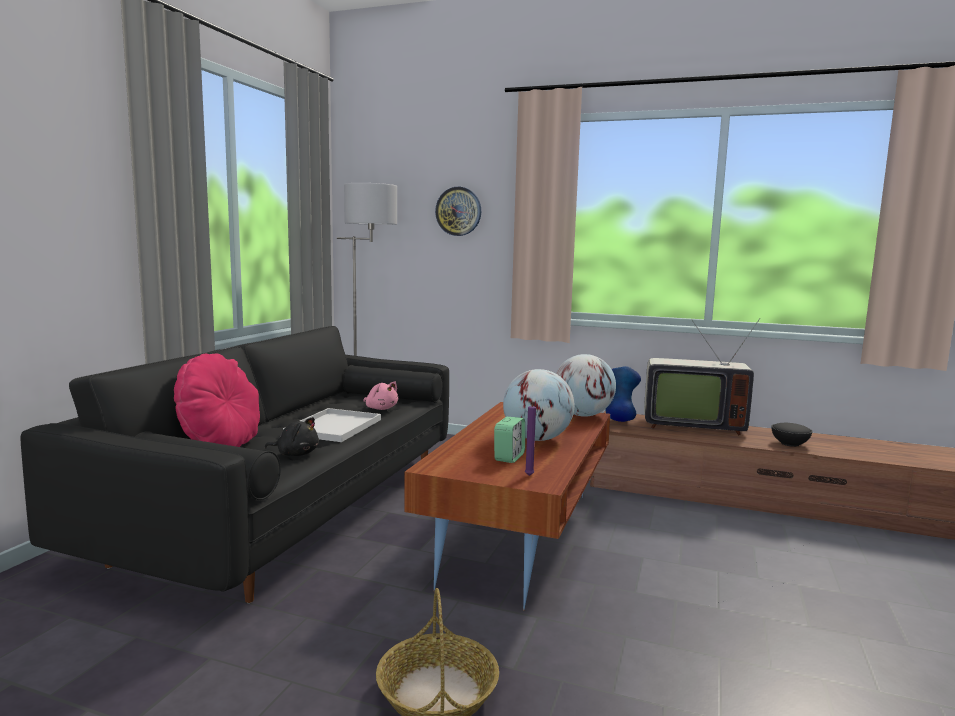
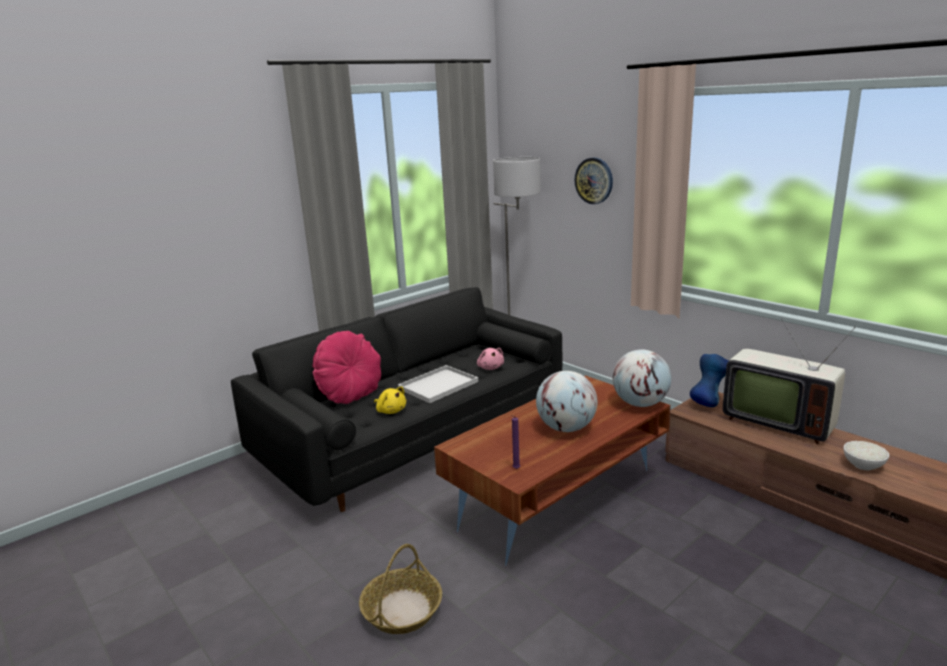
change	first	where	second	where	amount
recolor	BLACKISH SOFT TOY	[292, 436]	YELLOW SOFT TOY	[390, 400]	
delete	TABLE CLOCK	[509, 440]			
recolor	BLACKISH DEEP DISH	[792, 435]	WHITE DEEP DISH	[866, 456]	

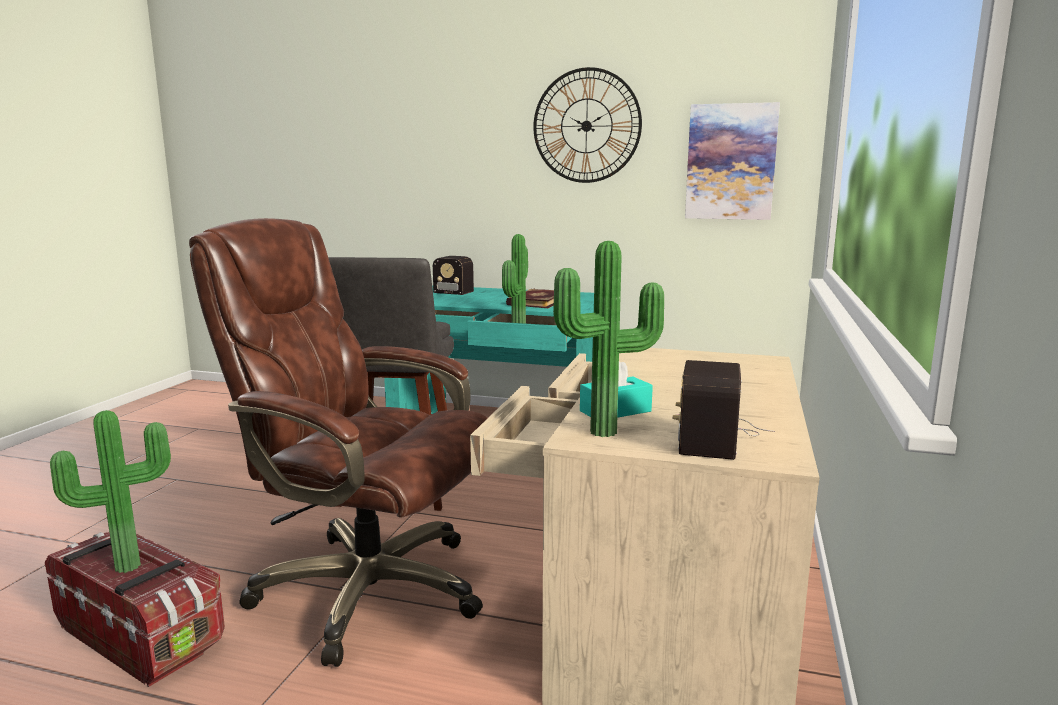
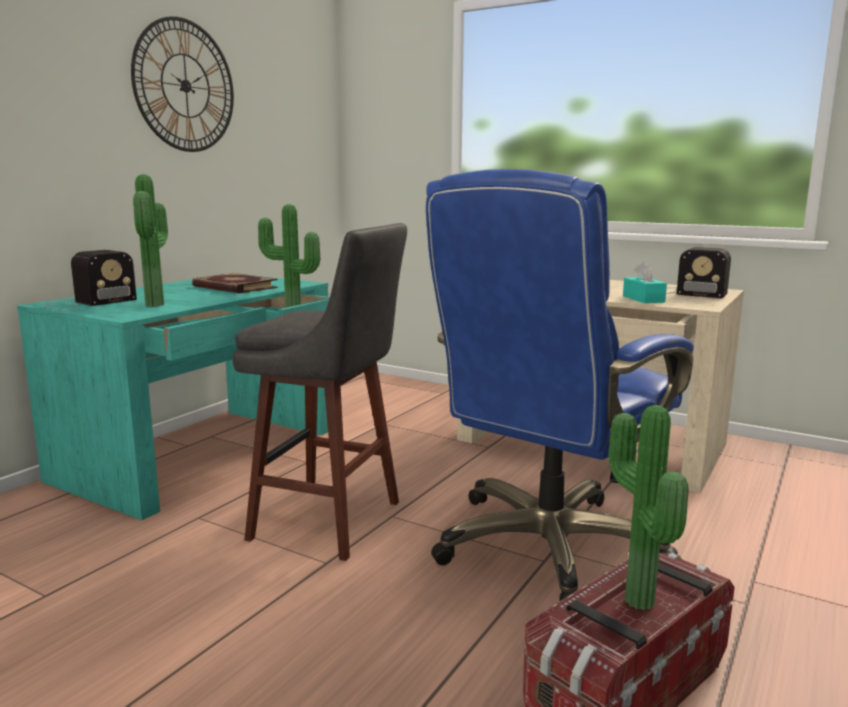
change	first	where	second	where	amount
recolor	BROWNISH COMPUTER CHAIR	[338, 442]	BLUISH COMPUTER CHAIR	[560, 385]	
move	POTTED PLANT	[608, 339]		[150, 240]	
delete	WALL ART	[732, 161]			

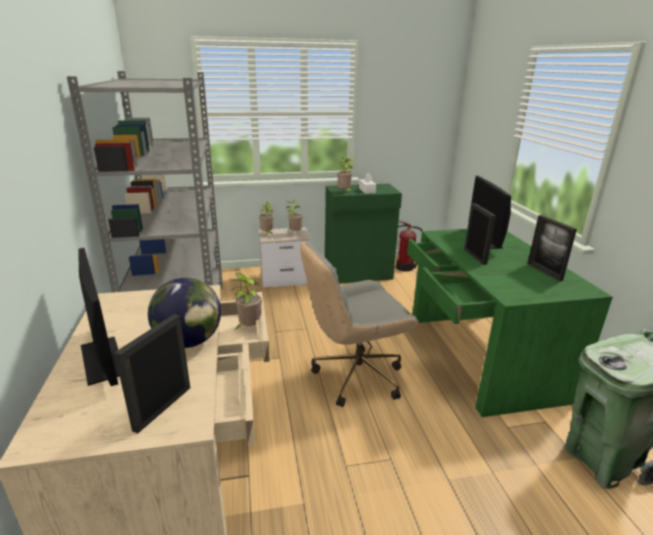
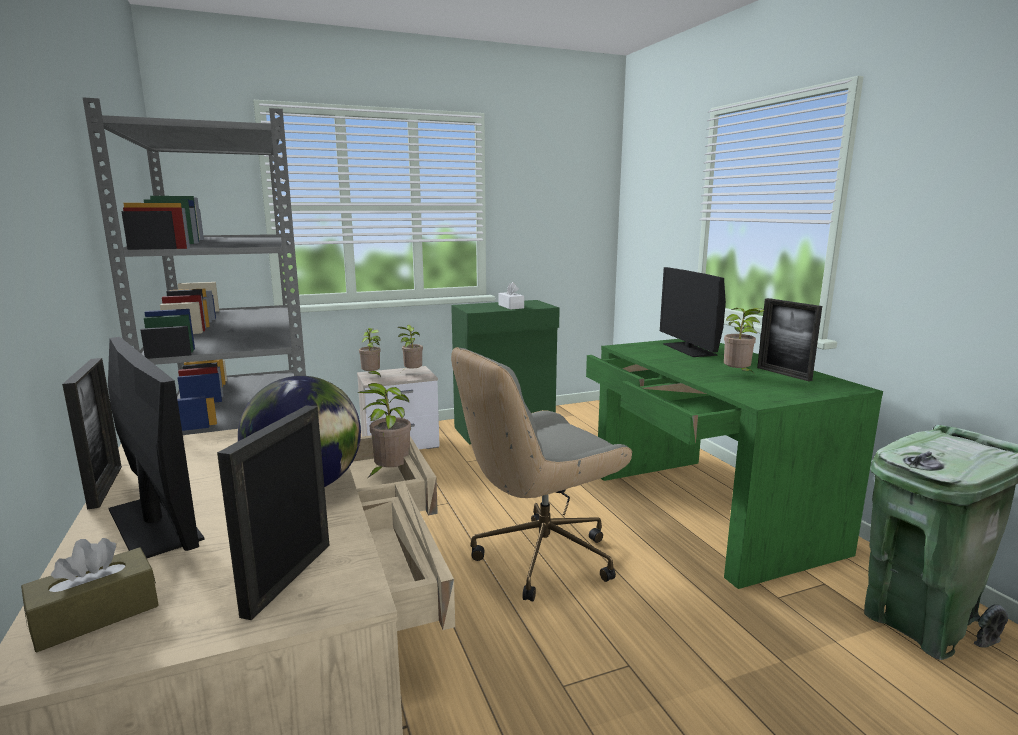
change	first	where	second	where	amount
move	POTTED PLANT	[346, 174]		[744, 340]	
delete	EXTINGUISHER	[409, 246]			
move	PHOTO FRAME	[480, 234]		[92, 434]	
insert			BROWNISH TISSUE BOX	[89, 595]	

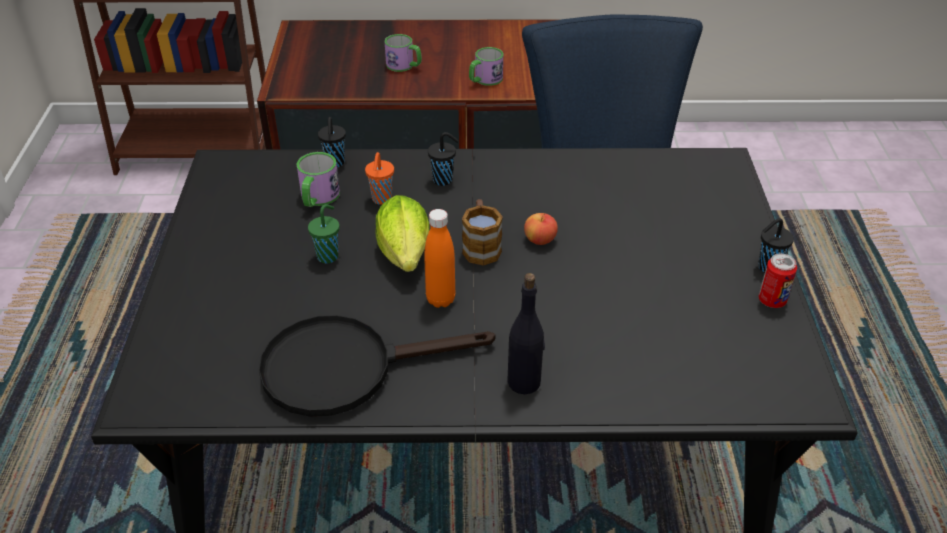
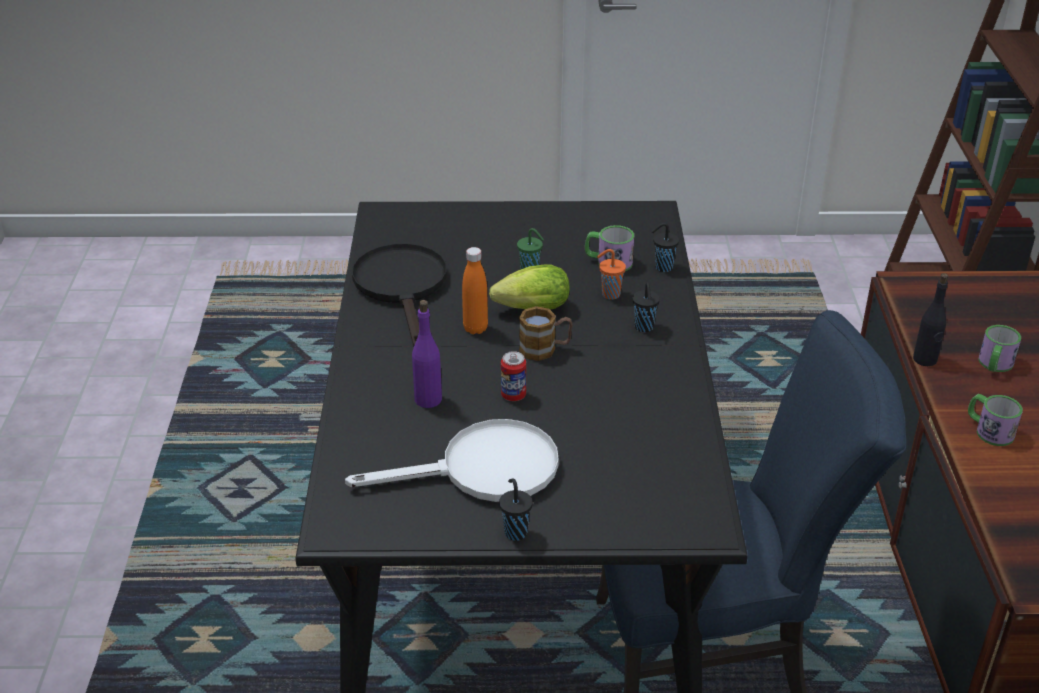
change	first	where	second	where	amount
move	BLACKISH BEVERAGE BOTTLE	[526, 333]		[930, 319]	
delete	APPLE FRUIT	[541, 229]			
move	CAN	[778, 281]		[513, 376]	
insert			WHITE PAN	[452, 460]	
insert			PURPLE BEVERAGE BOTTLE	[427, 354]	

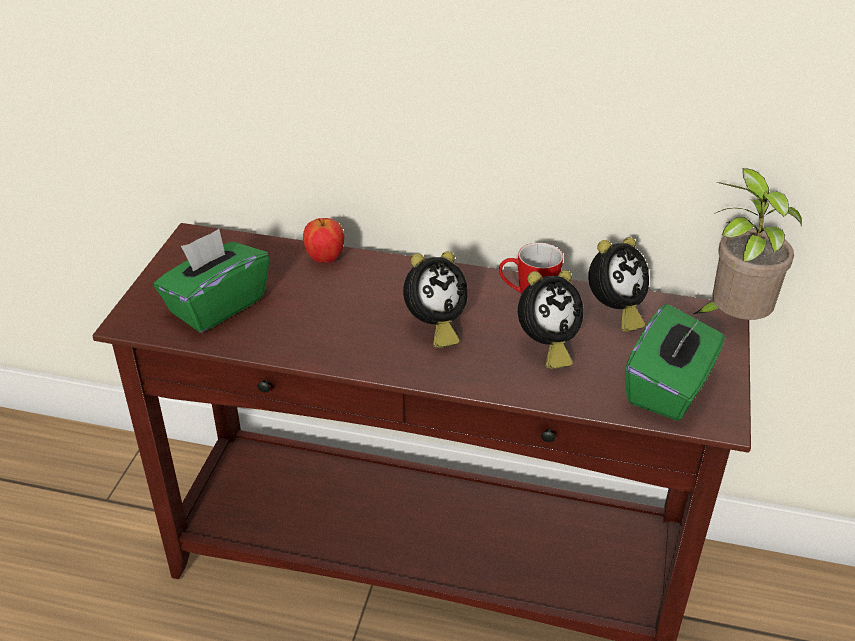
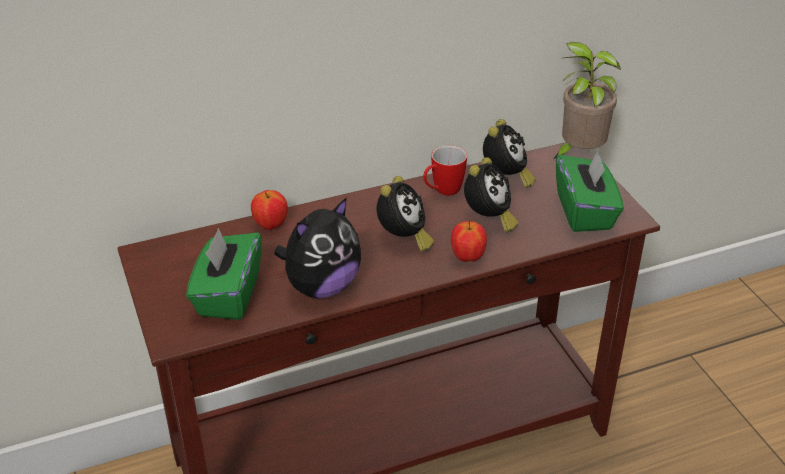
change	first	where	second	where	amount
insert			SOFT TOY	[317, 247]	
insert			APPLE FRUIT	[469, 241]	

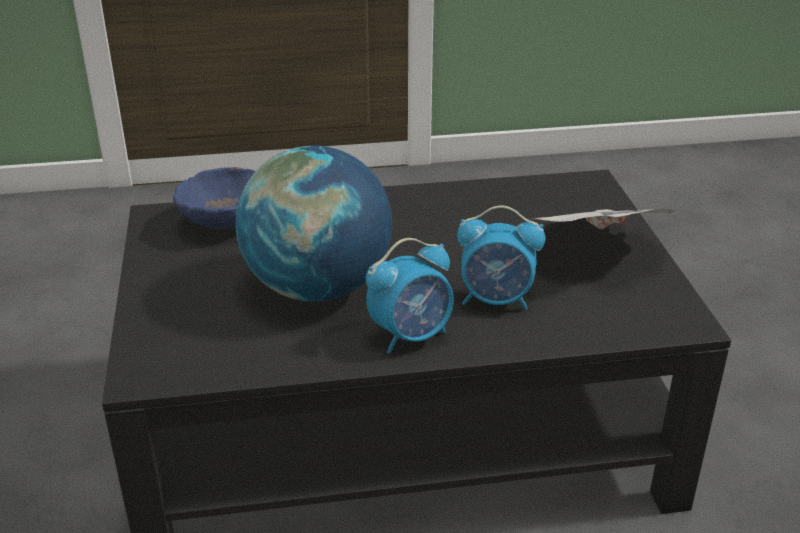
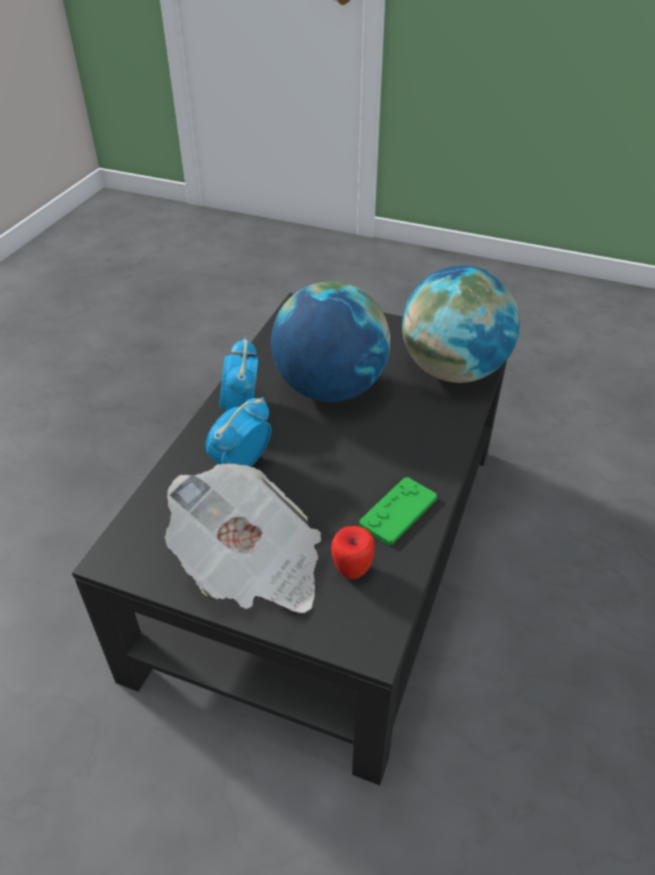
change	first	where	second	where	amount
replace	BLUISH DEEP DISH	[214, 198]	WORLD GLOBE	[461, 324]	
insert			APPLE FRUIT	[353, 552]	
insert			GREENISH JOYPAD	[398, 511]	

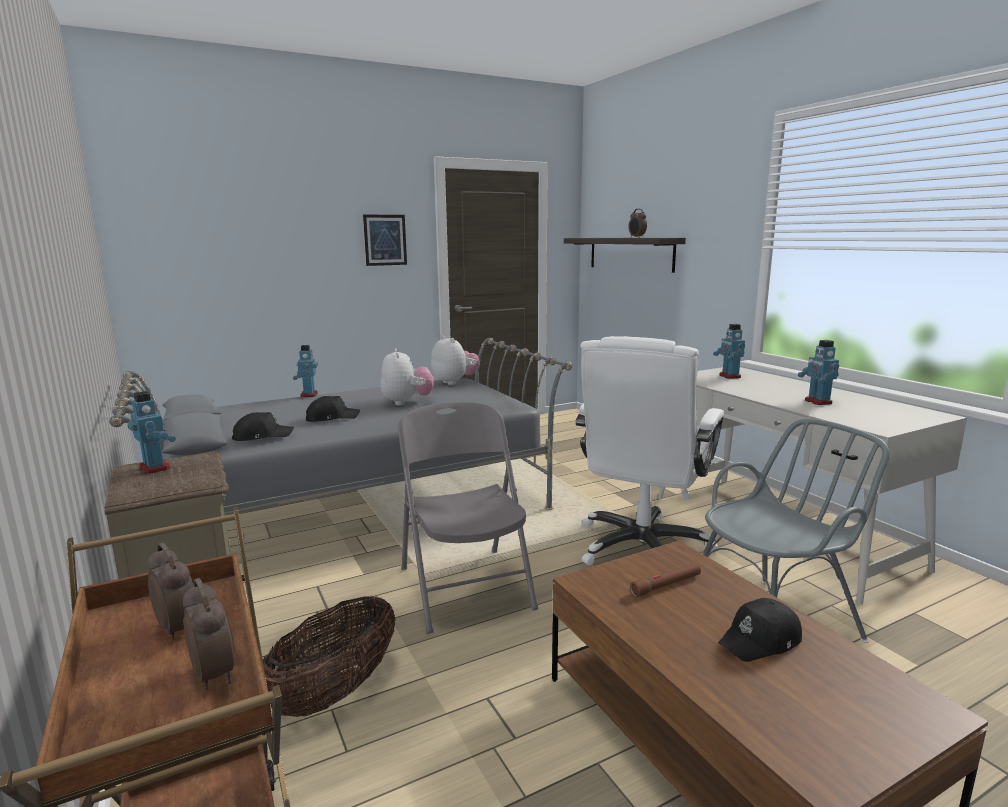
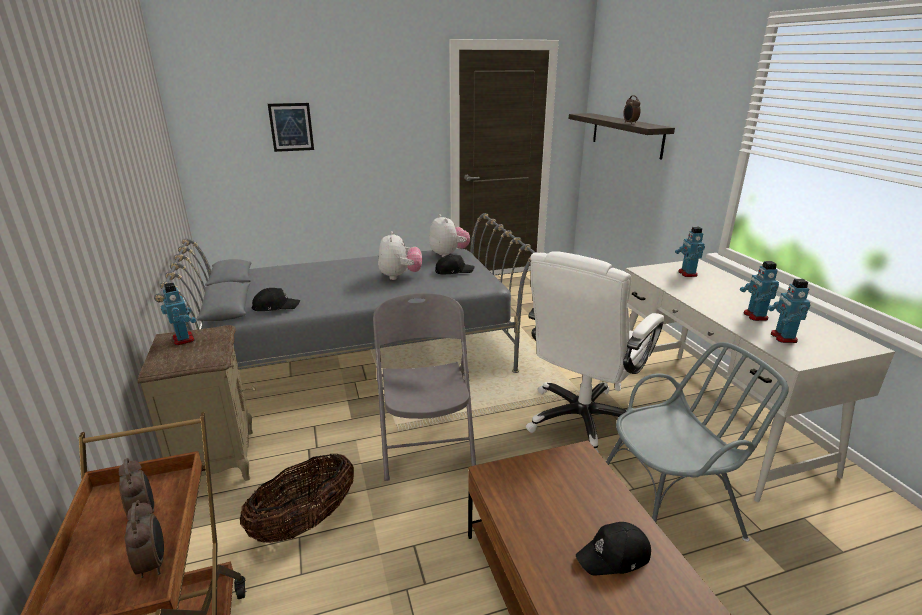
change	first	where	second	where	amount
move	ROBOT FIGURE	[305, 371]		[789, 311]	
move	BLACKISH BASEBALL CAP	[333, 409]		[455, 264]	
move	WALL ART	[385, 240]		[291, 127]	
delete	BROWNISH HAND TORCH	[665, 580]			

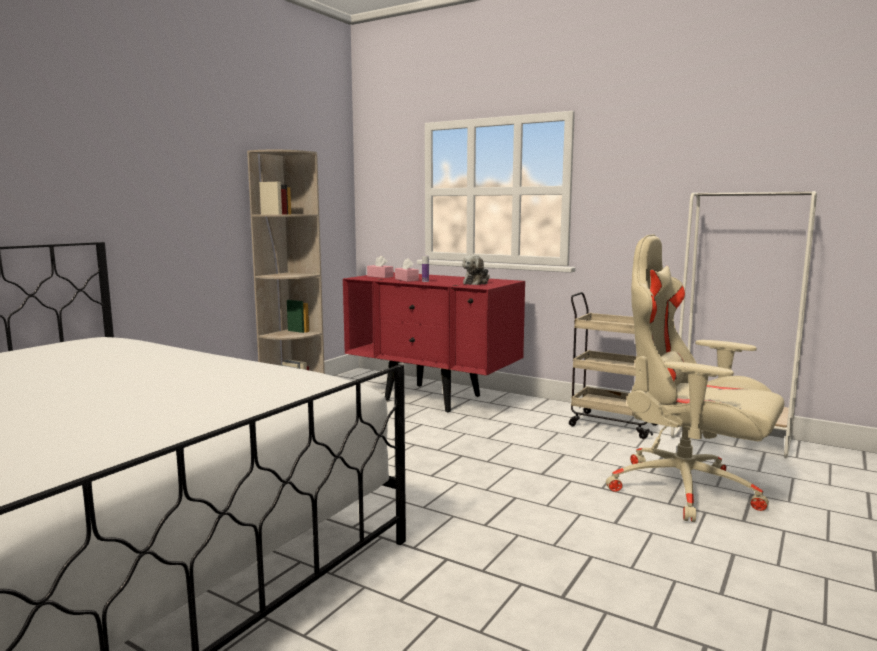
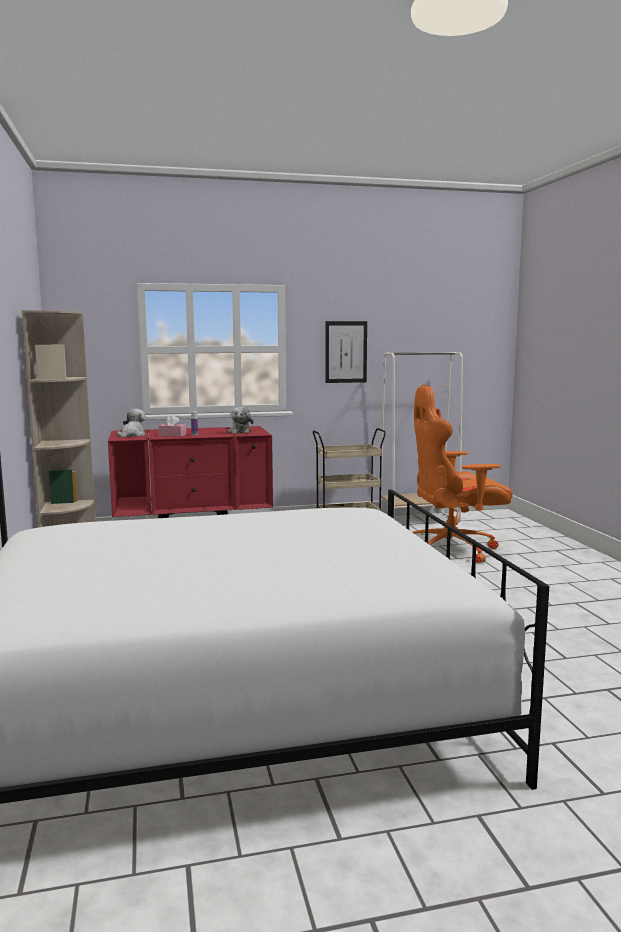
change	first	where	second	where	amount
replace	PINKISH TISSUE BOX	[380, 267]	SOFT TOY	[131, 423]	
recolor	SAND-COLOURED COMPUTER CHAIR	[695, 378]	ORANGEY COMPUTER CHAIR	[462, 474]	
insert			WALL ART	[346, 352]	

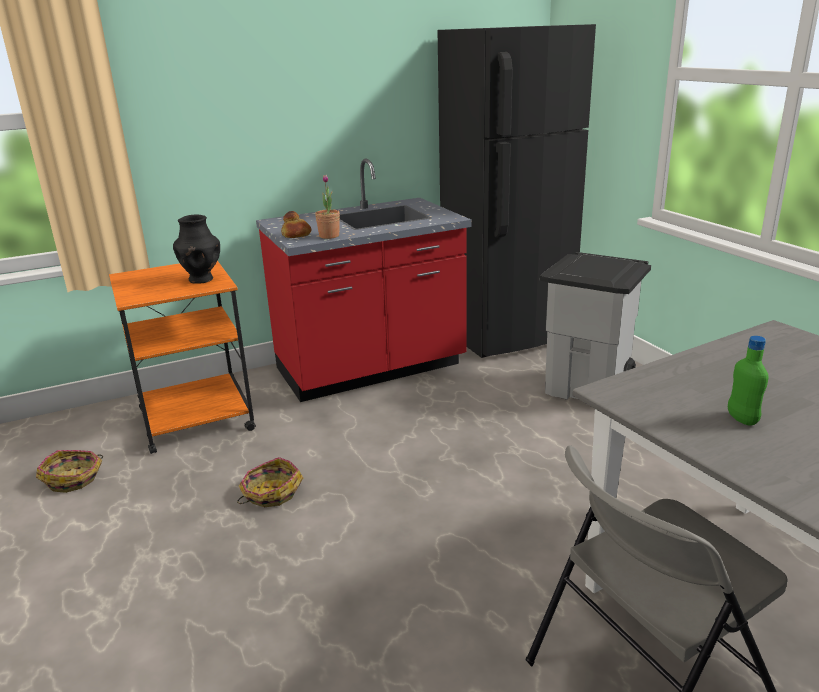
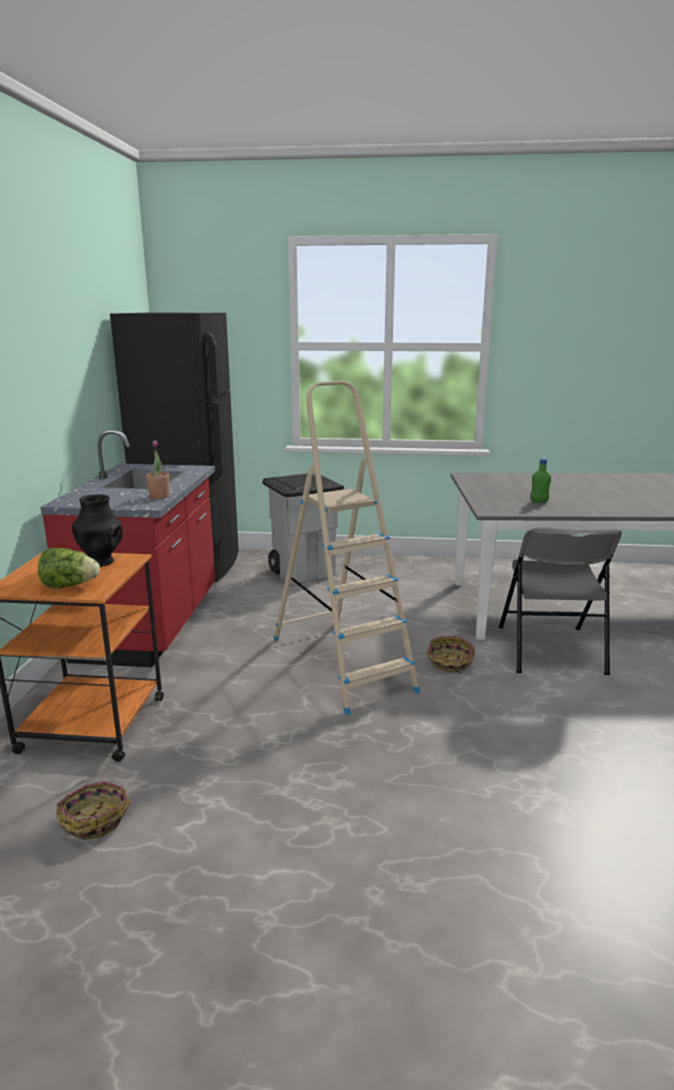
change	first	where	second	where	amount
move	STORAGE BASKET	[270, 482]		[450, 654]	
delete	BAKERY BREAD	[296, 224]			
insert			HEAD OF LETTUCE	[69, 568]	
insert			SAND-COLOURED STEP LADDER	[346, 548]	

